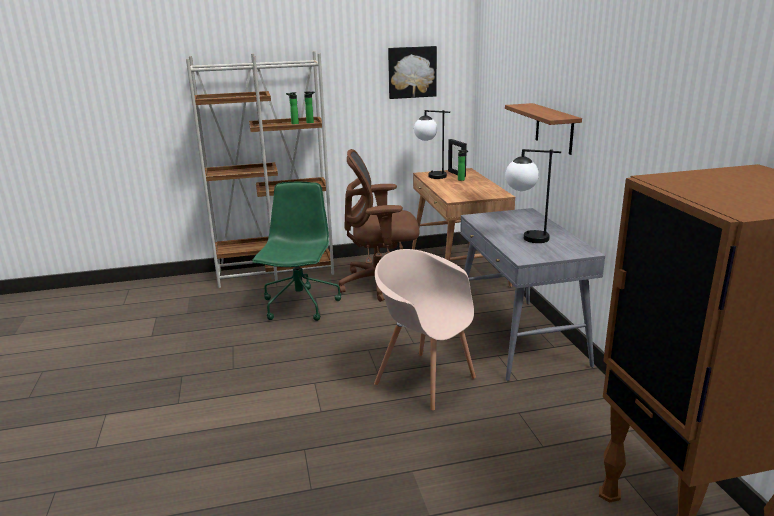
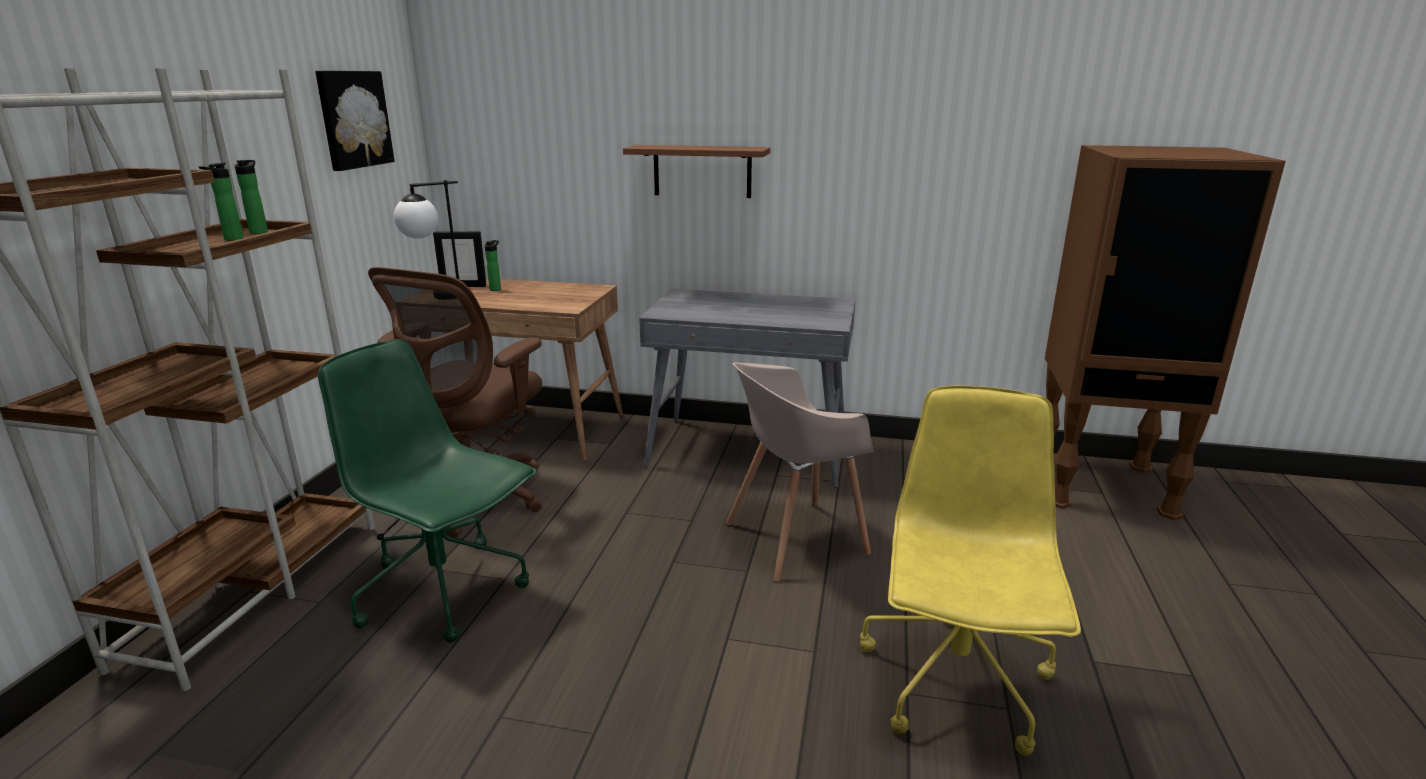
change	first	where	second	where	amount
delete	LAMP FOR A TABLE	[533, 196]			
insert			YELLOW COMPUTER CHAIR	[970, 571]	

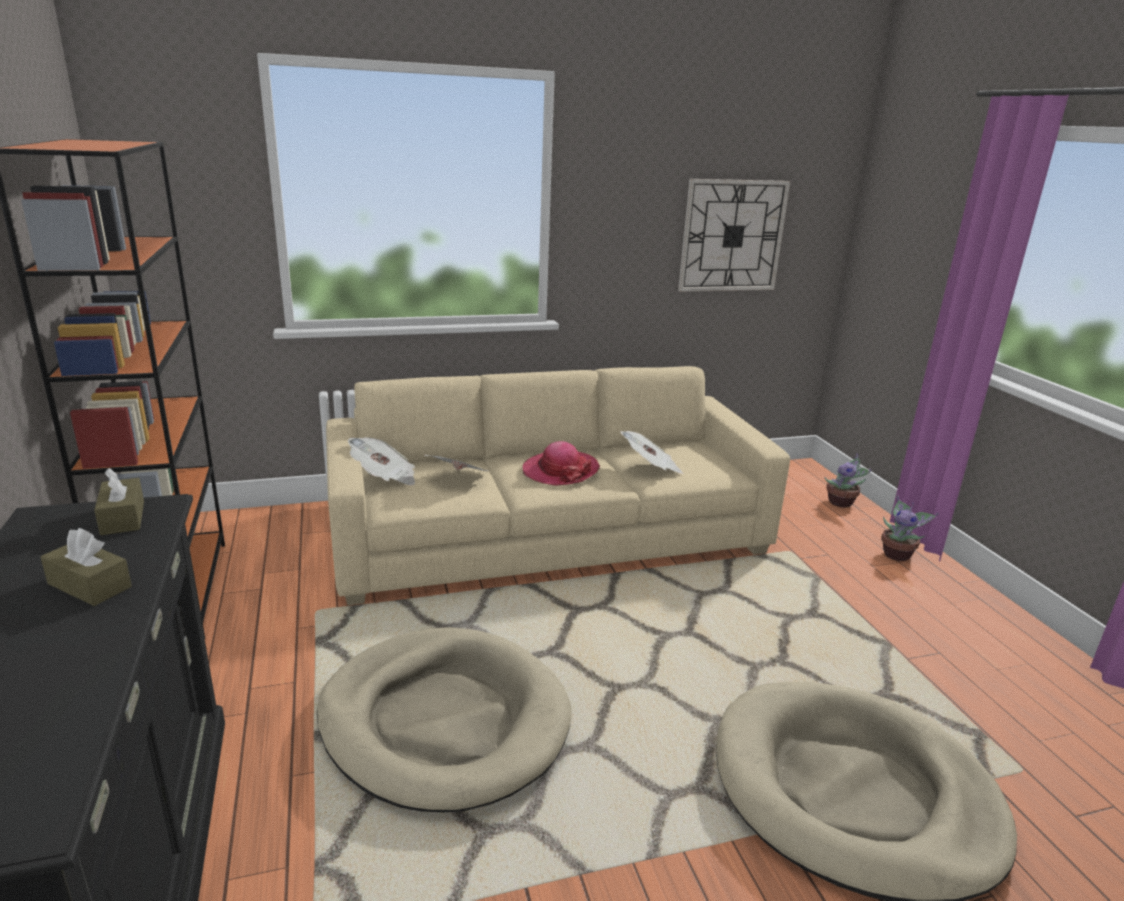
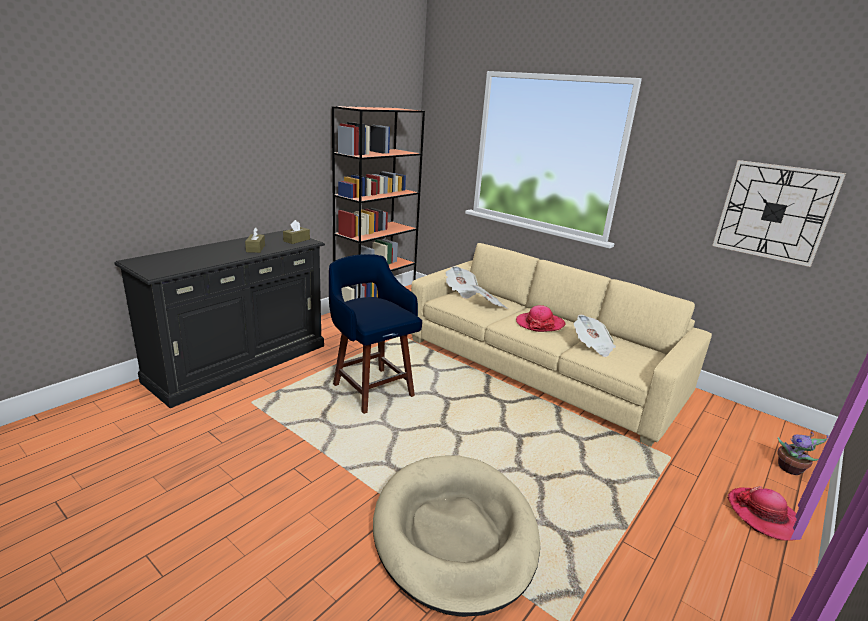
change	first	where	second	where	amount
replace	SAND-COLOURED PET BED	[444, 719]	BLUISH STOOL SEAT	[375, 334]	
replace	POTTED PLANT	[910, 528]	HAT	[762, 513]	

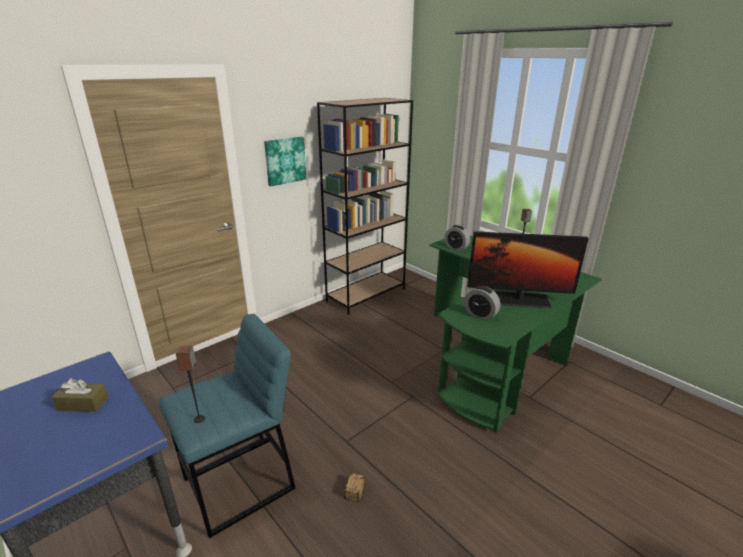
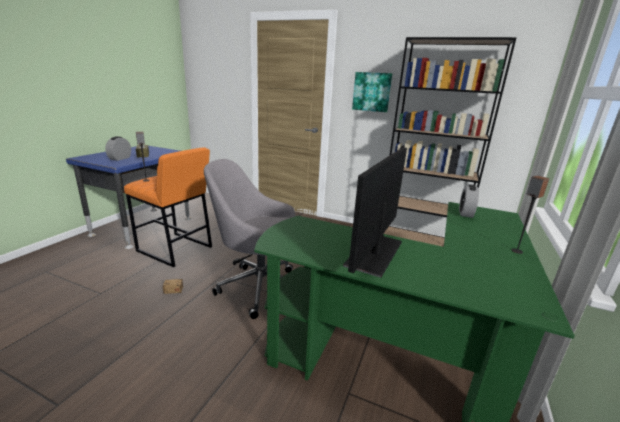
change	first	where	second	where	amount
recolor	BLUISH STOOL SEAT	[227, 426]	ORANGEY STOOL SEAT	[168, 207]	
move	TABLE CLOCK	[482, 303]		[118, 148]	
rotate	MONITOR	[528, 269]		[375, 212]	45 degrees clockwise
insert			GRAY COMPUTER CHAIR	[250, 239]	

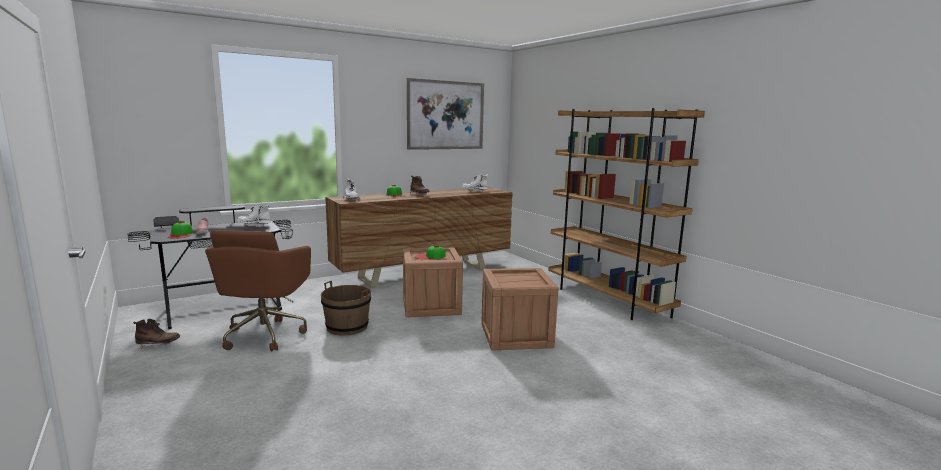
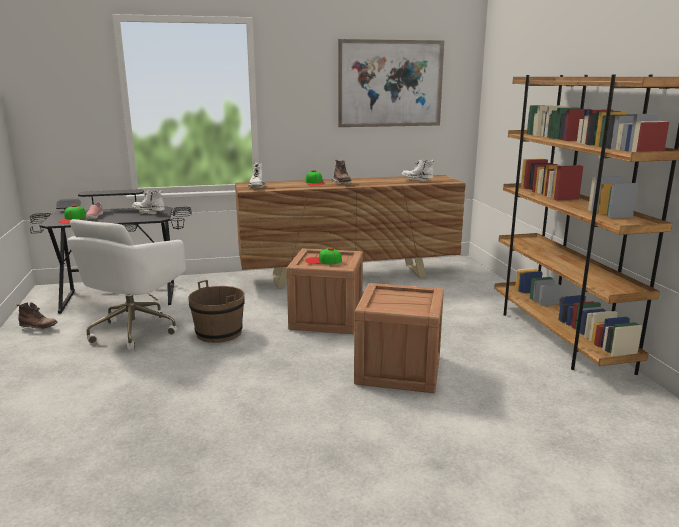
change	first	where	second	where	amount
recolor	BROWNISH COMPUTER CHAIR	[258, 291]	WHITE COMPUTER CHAIR	[126, 285]	

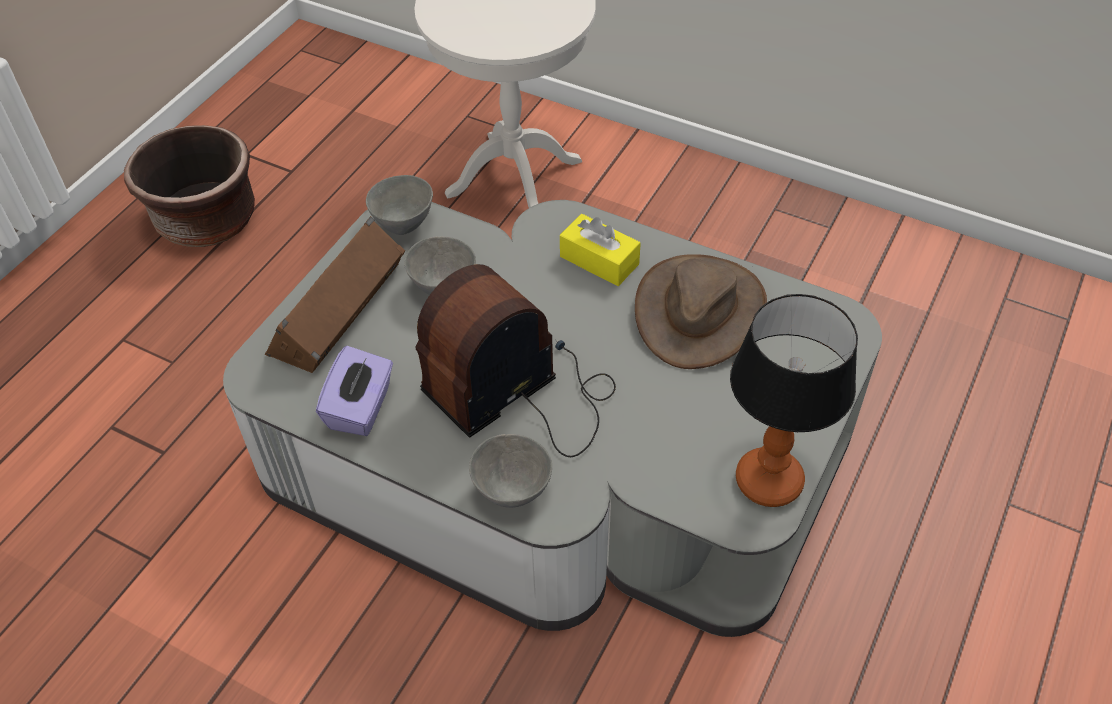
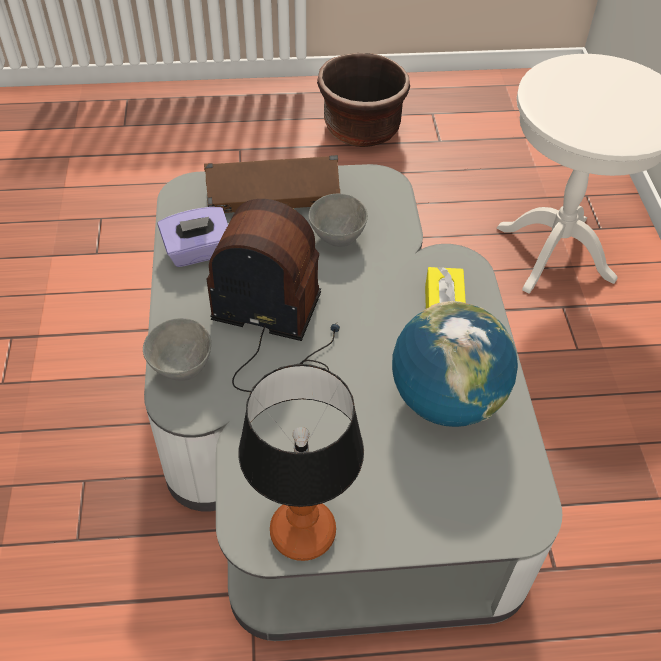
change	first	where	second	where	amount
delete	GRAY DEEP DISH	[399, 205]			
replace	BROWNISH HAT	[701, 311]	WORLD GLOBE	[455, 364]	

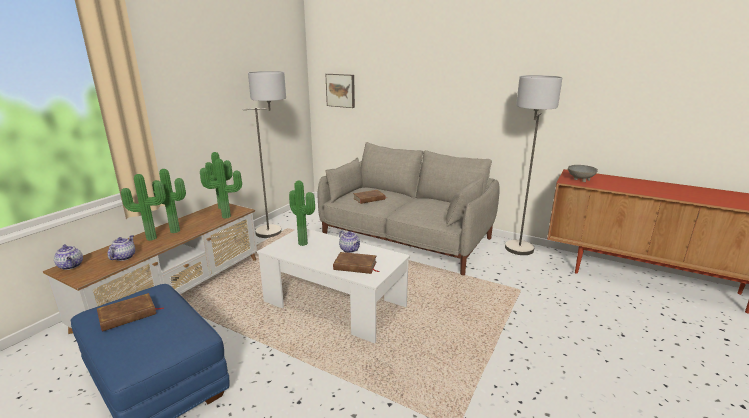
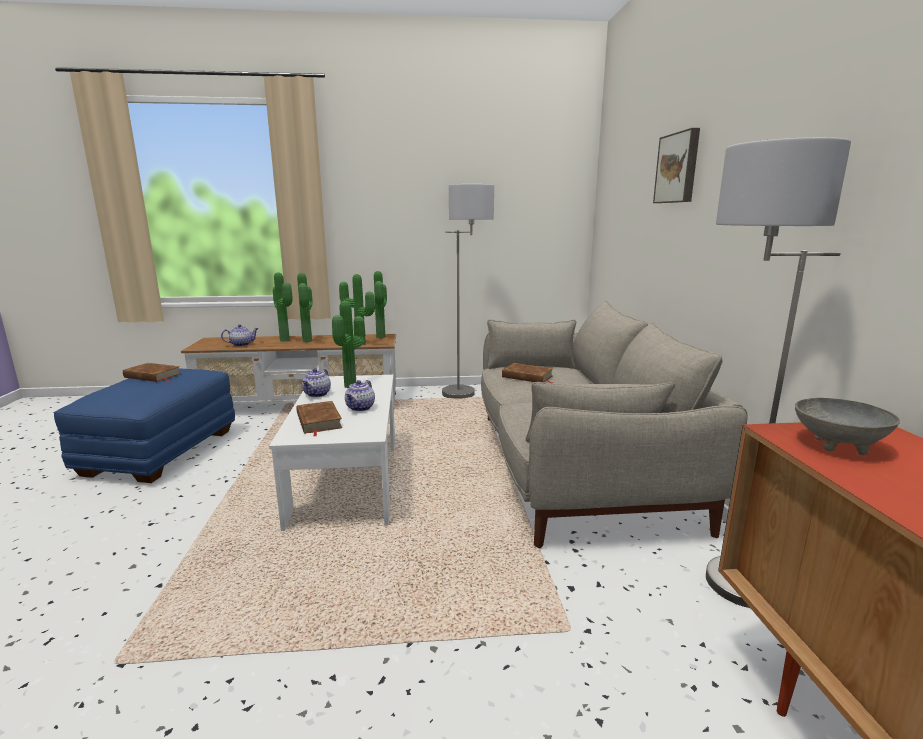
change	first	where	second	where	amount
move	POT FOR TEA	[68, 257]		[316, 382]	
move	WALL ART	[340, 91]		[676, 165]	

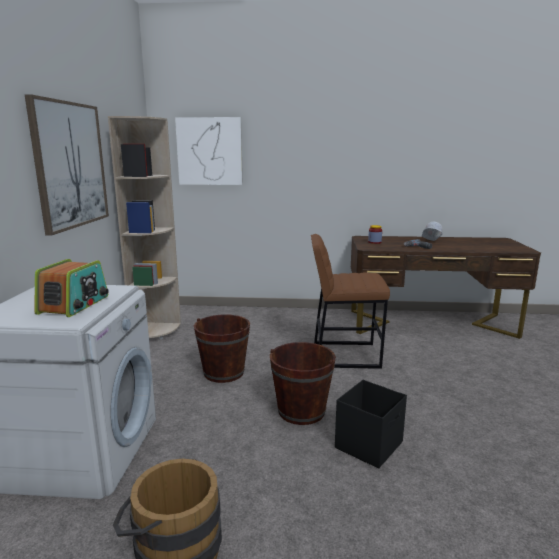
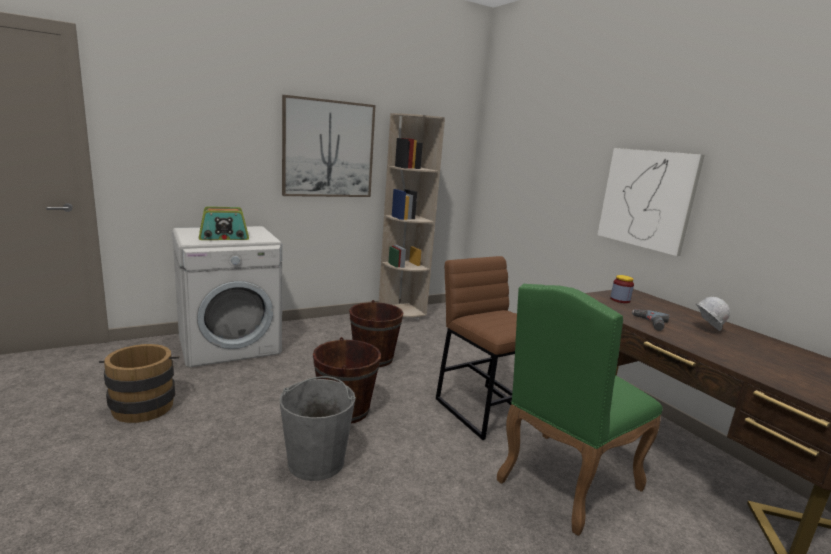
change	first	where	second	where	amount
move	WALL ART	[209, 151]		[651, 202]	
replace	BLACKISH STORAGE BOX	[371, 424]	GRAY BUCKET	[318, 428]	
insert			GREENISH CHAIR	[580, 410]	

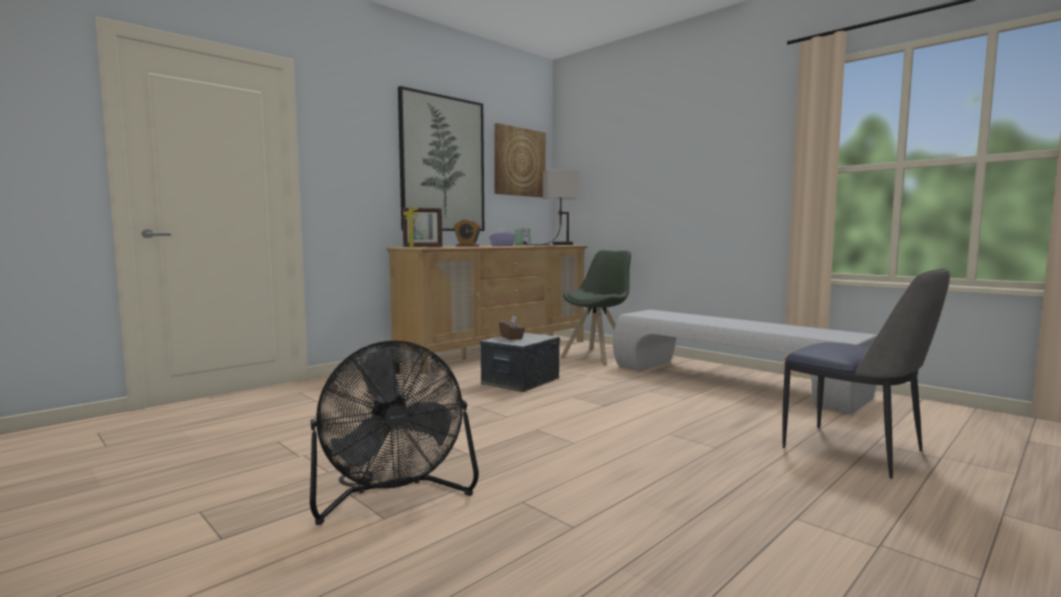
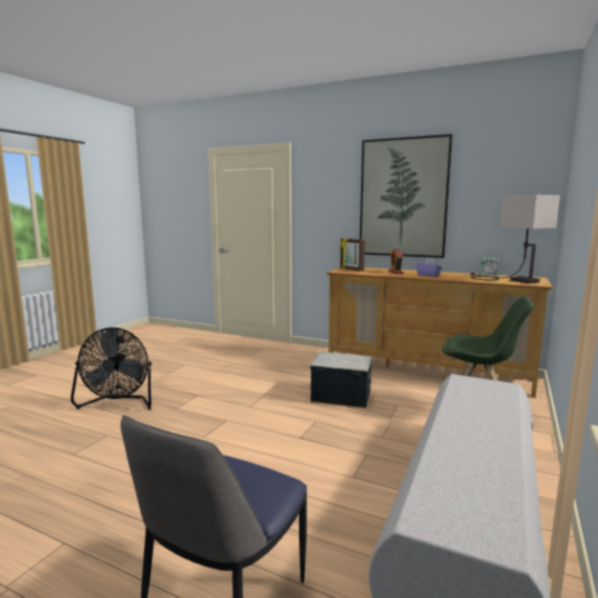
change	first	where	second	where	amount
rotate	BLACKISH COOLING FAN	[394, 433]		[111, 368]	45 degrees counterclockwise
delete	WALL ART	[520, 160]			
delete	BROWNISH TISSUE BOX	[512, 328]			

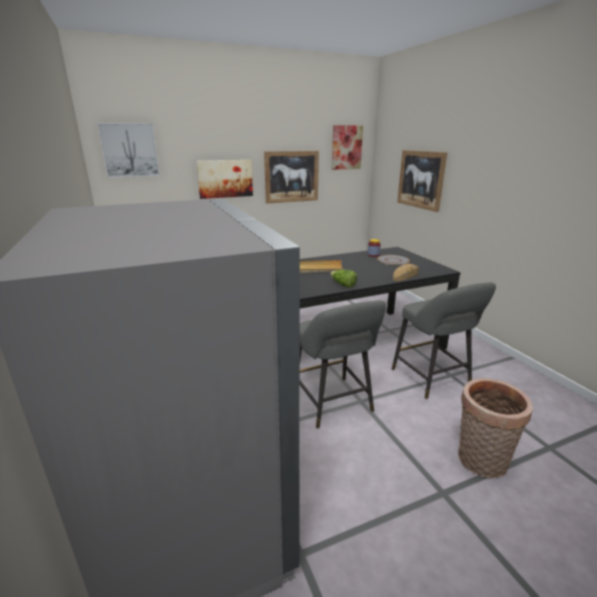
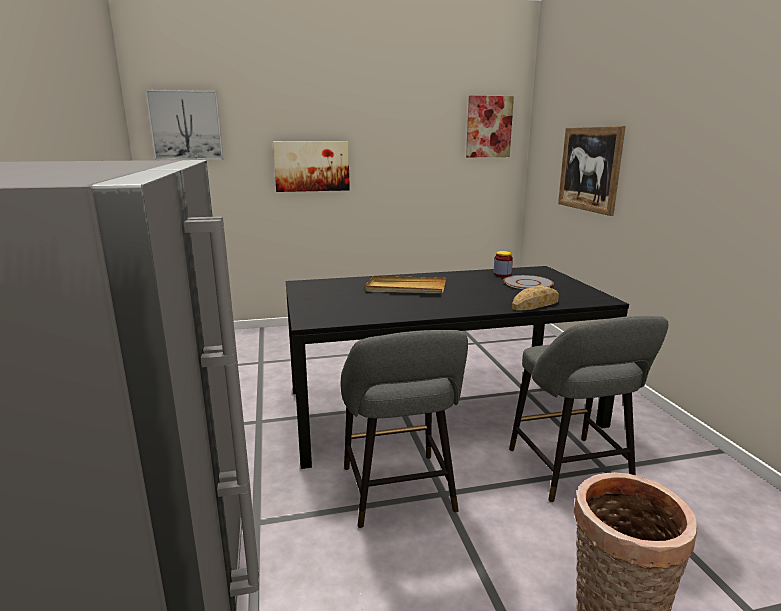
change	first	where	second	where	amount
delete	WALL ART	[291, 177]			
delete	HEAD OF LETTUCE	[343, 278]			

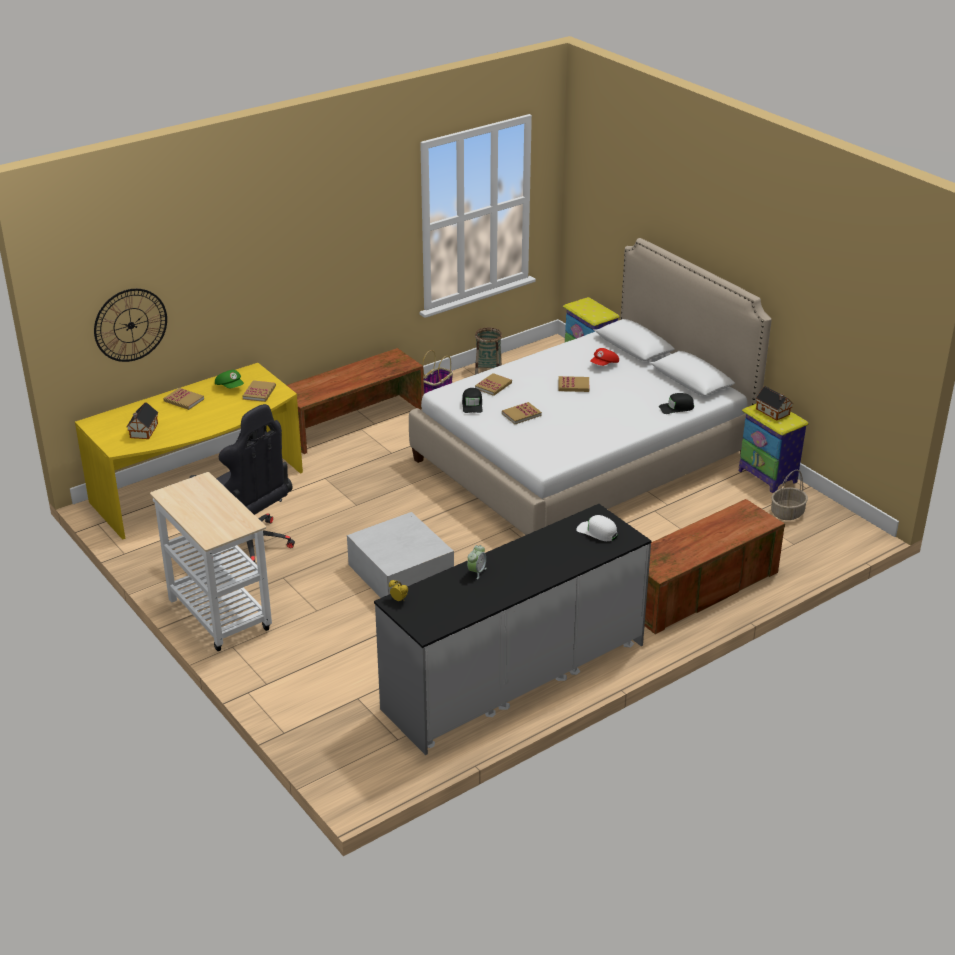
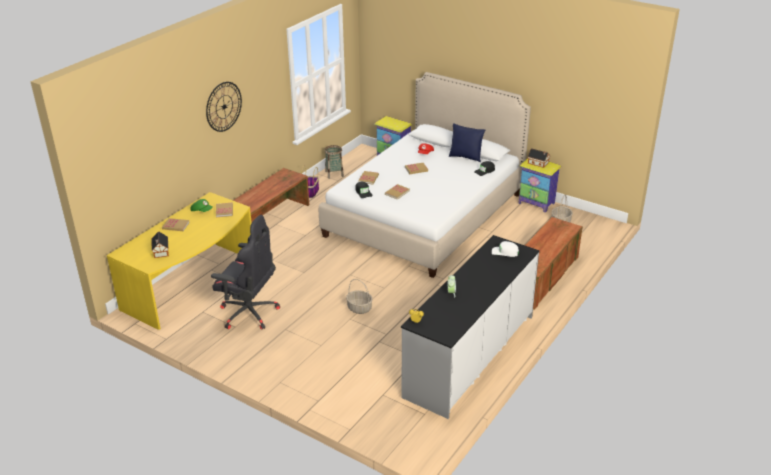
change	first	where	second	where	amount
move	CLOCK ON THE WALL	[130, 325]		[224, 107]	
delete	WHITE TROLLEY	[211, 561]			
replace	WHITE STORAGE BOX	[400, 555]	STORAGE BASKET	[359, 296]	
insert			BLUISH CUSHION	[467, 142]	

